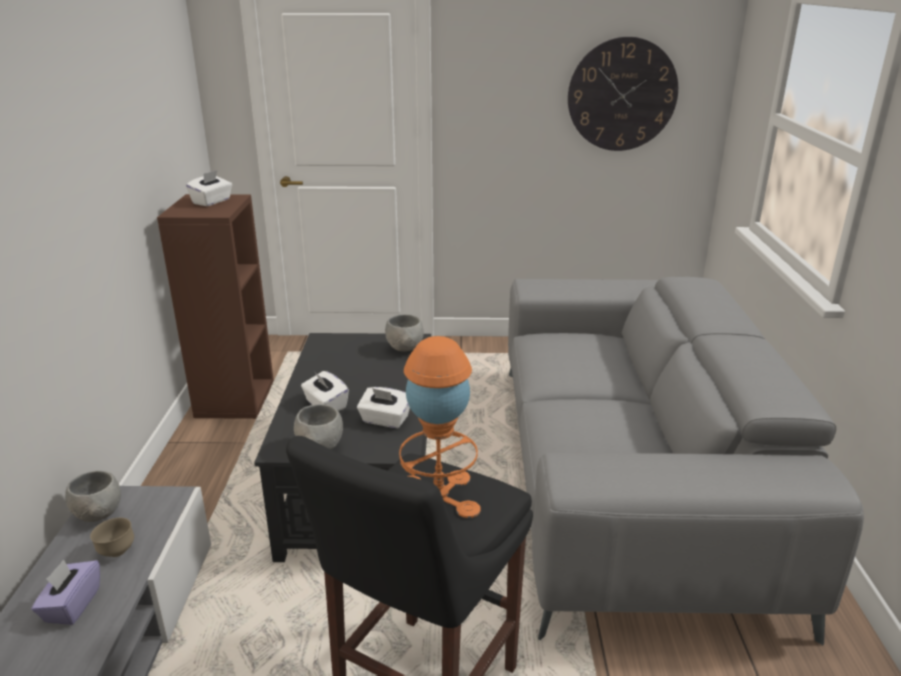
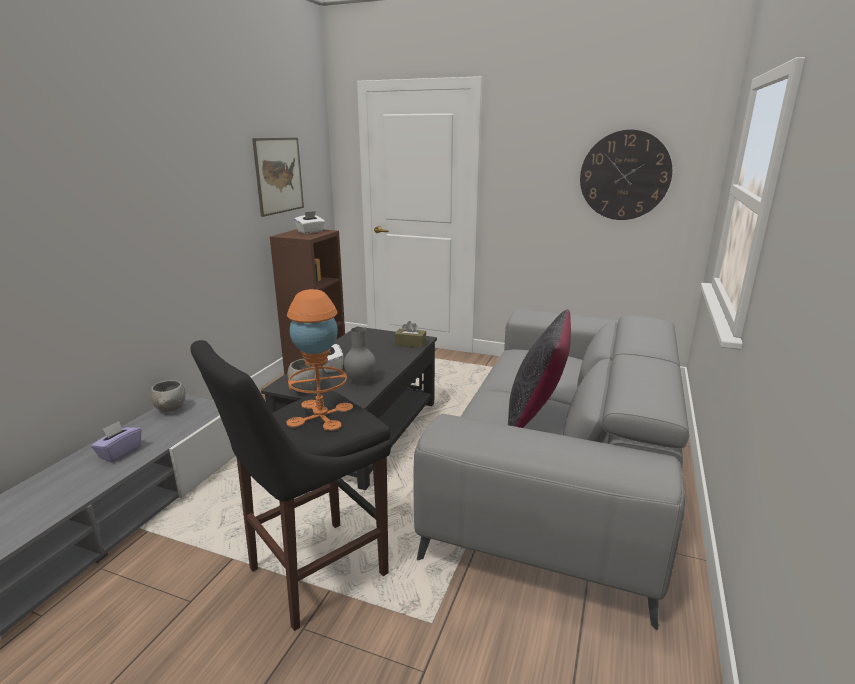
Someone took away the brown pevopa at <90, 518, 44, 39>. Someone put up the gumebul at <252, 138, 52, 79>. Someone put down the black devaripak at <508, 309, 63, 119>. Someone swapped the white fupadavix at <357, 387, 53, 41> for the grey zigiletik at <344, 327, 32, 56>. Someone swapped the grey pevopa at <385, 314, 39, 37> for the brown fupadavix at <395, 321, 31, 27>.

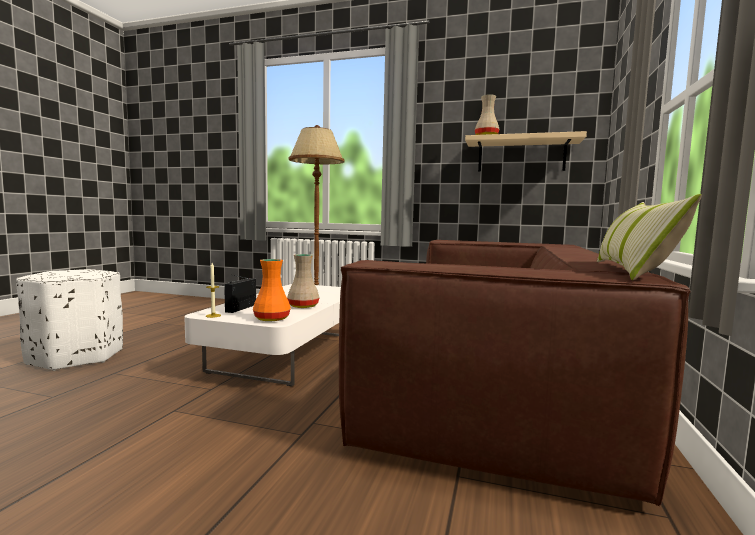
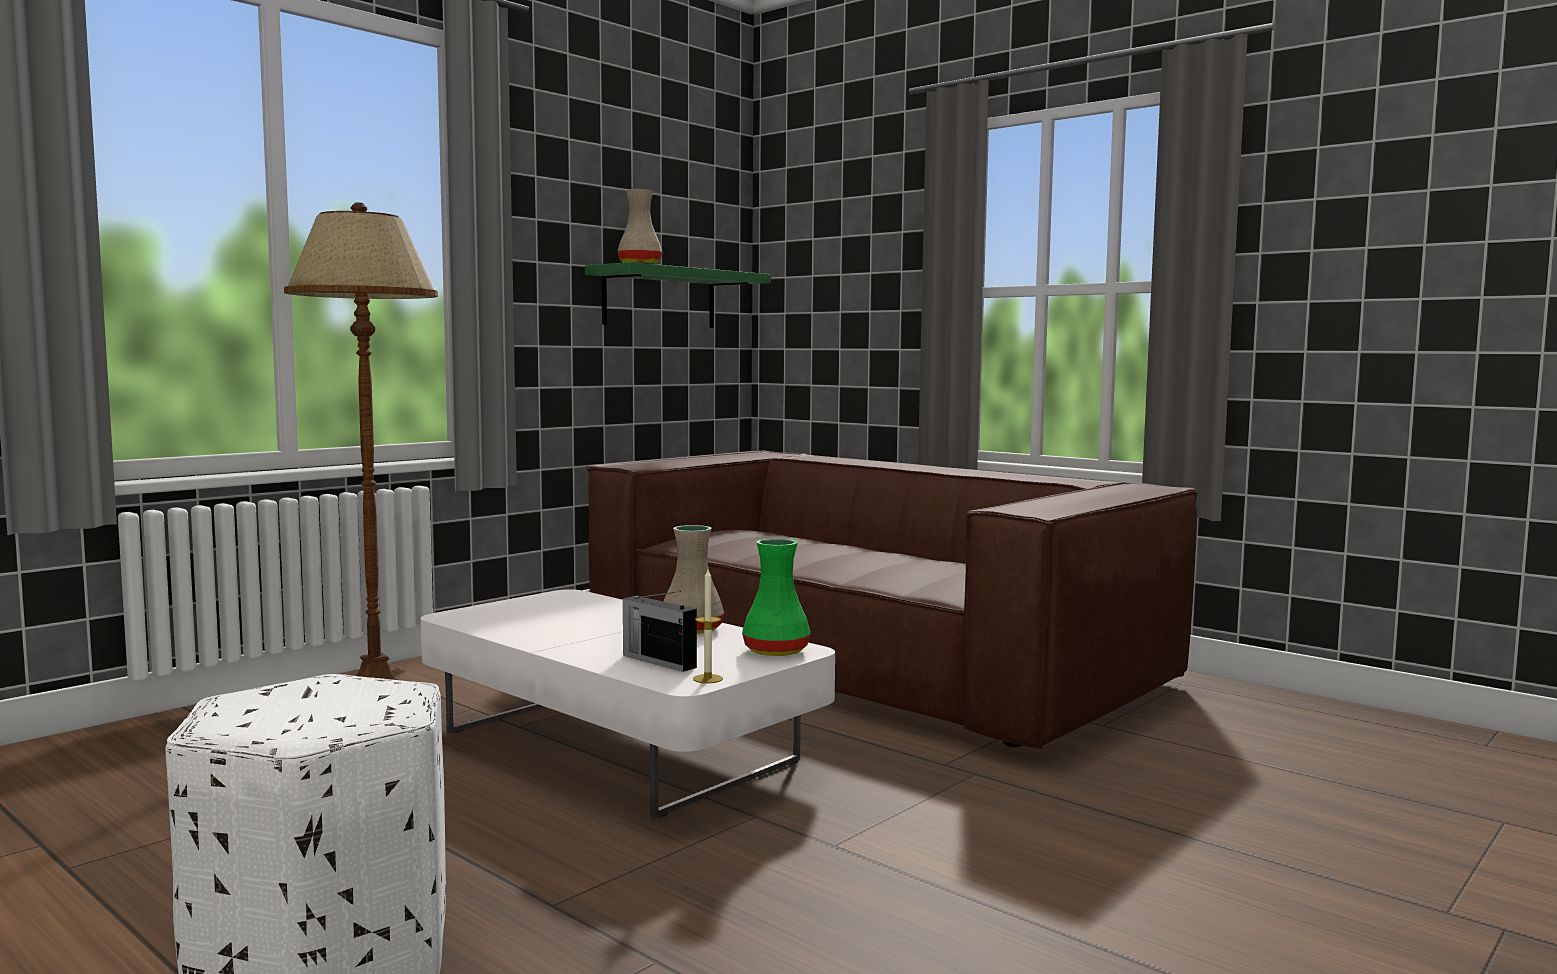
Someone took away the devaripak at <597, 194, 105, 87>. Someone repainted the orange zigiletik at <253, 259, 38, 62>, which became the green zigiletik at <742, 539, 68, 117>. Someone repainted the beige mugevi at <465, 131, 122, 41>, which became the green mugevi at <585, 262, 186, 66>.

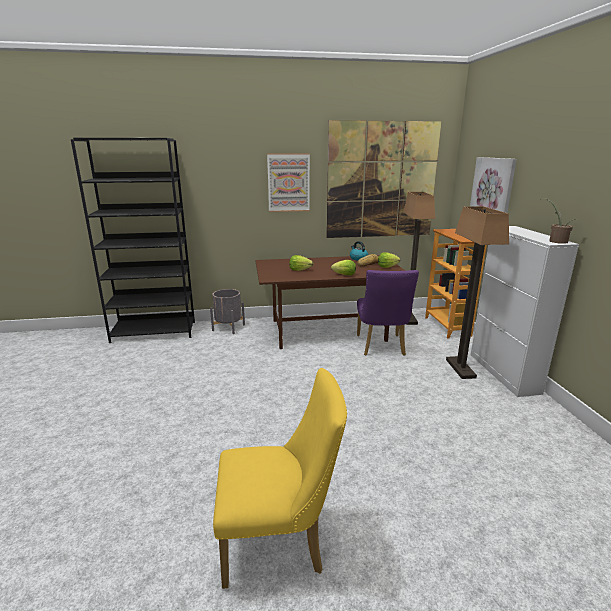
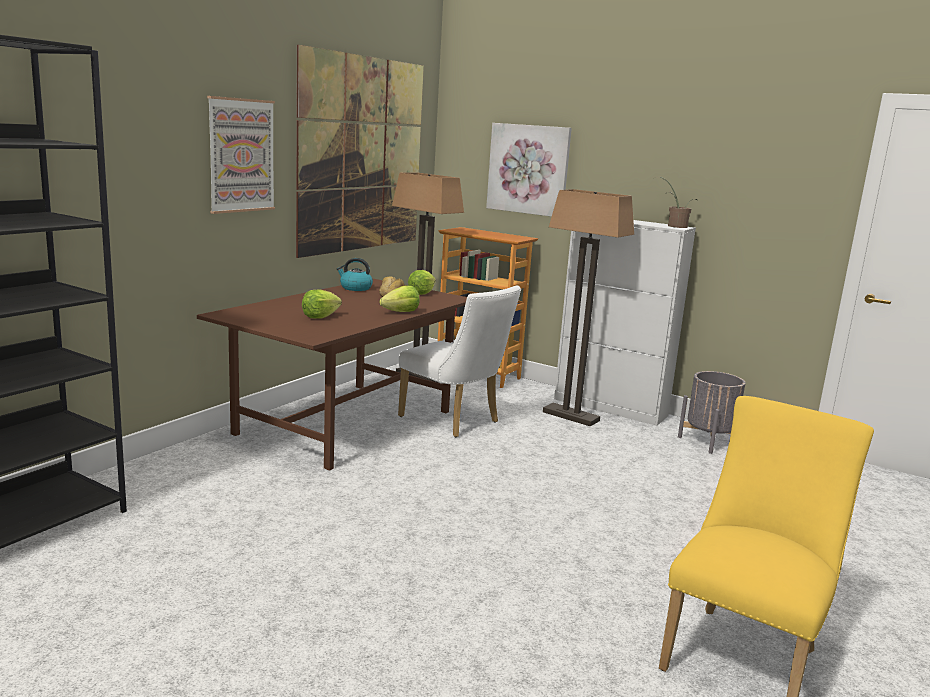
Someone carried the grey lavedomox from <210, 289, 35, 45> to <678, 371, 68, 83>. Someone repainted the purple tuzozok at <357, 270, 62, 86>, which became the white tuzozok at <398, 286, 123, 151>.

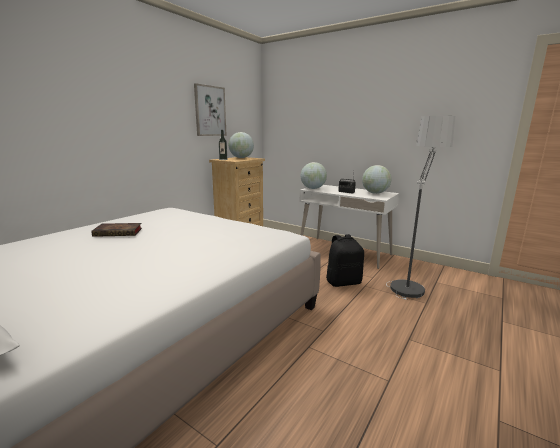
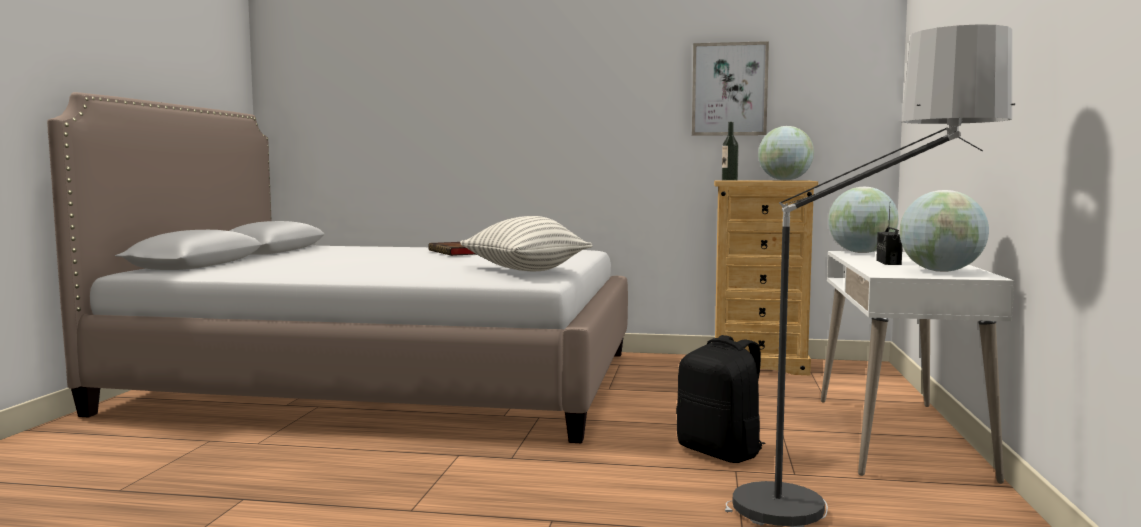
Someone put down the devaripak at <460, 216, 132, 55>.

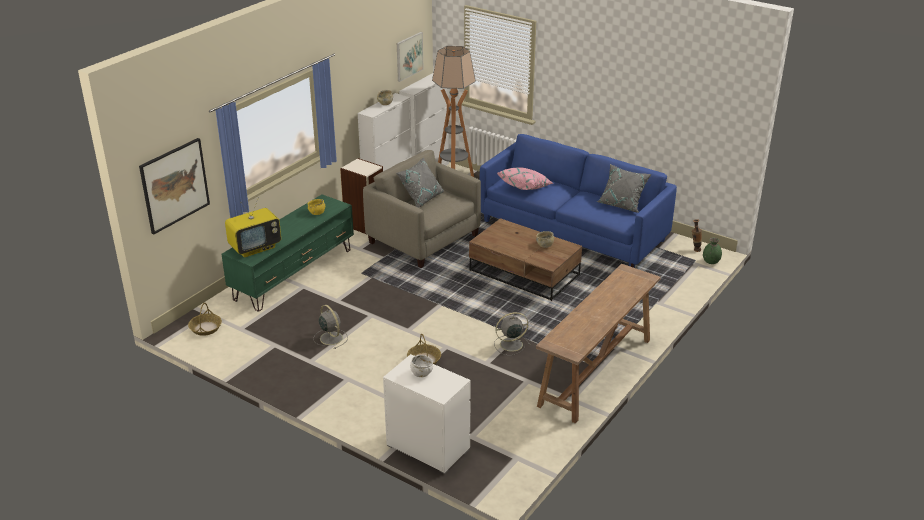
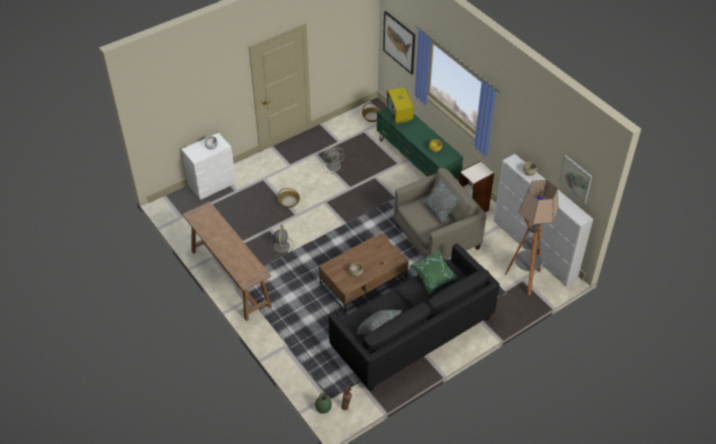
Someone repainted the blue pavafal at <480, 134, 197, 134>, which became the black pavafal at <329, 243, 170, 148>. Someone repainted the pink devaripak at <497, 167, 56, 23>, which became the green devaripak at <410, 250, 49, 44>.

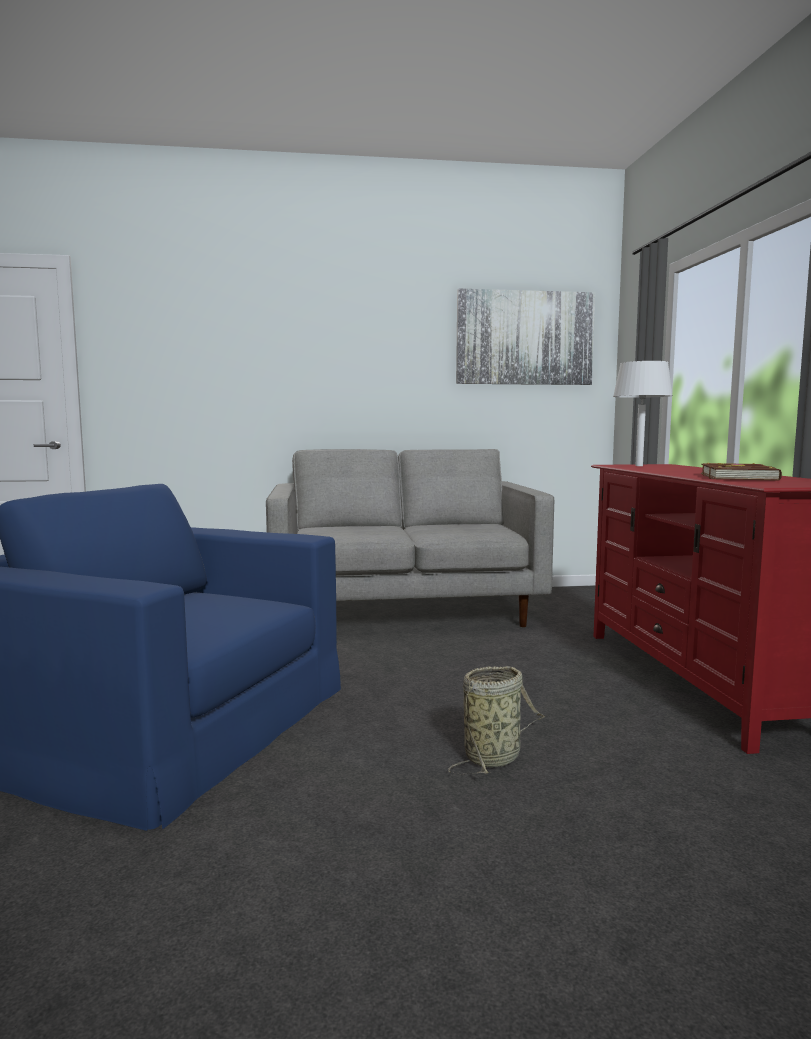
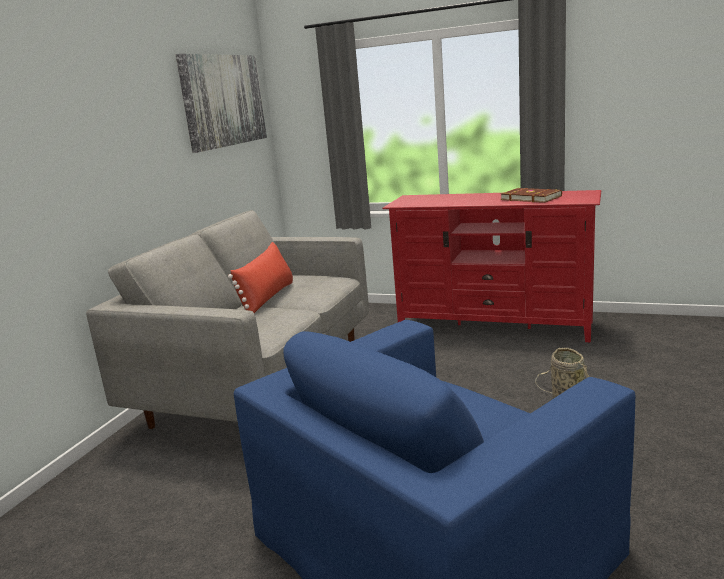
Someone took away the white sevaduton at <613, 361, 60, 105>. Someone put down the red devaripak at <228, 242, 65, 71>.

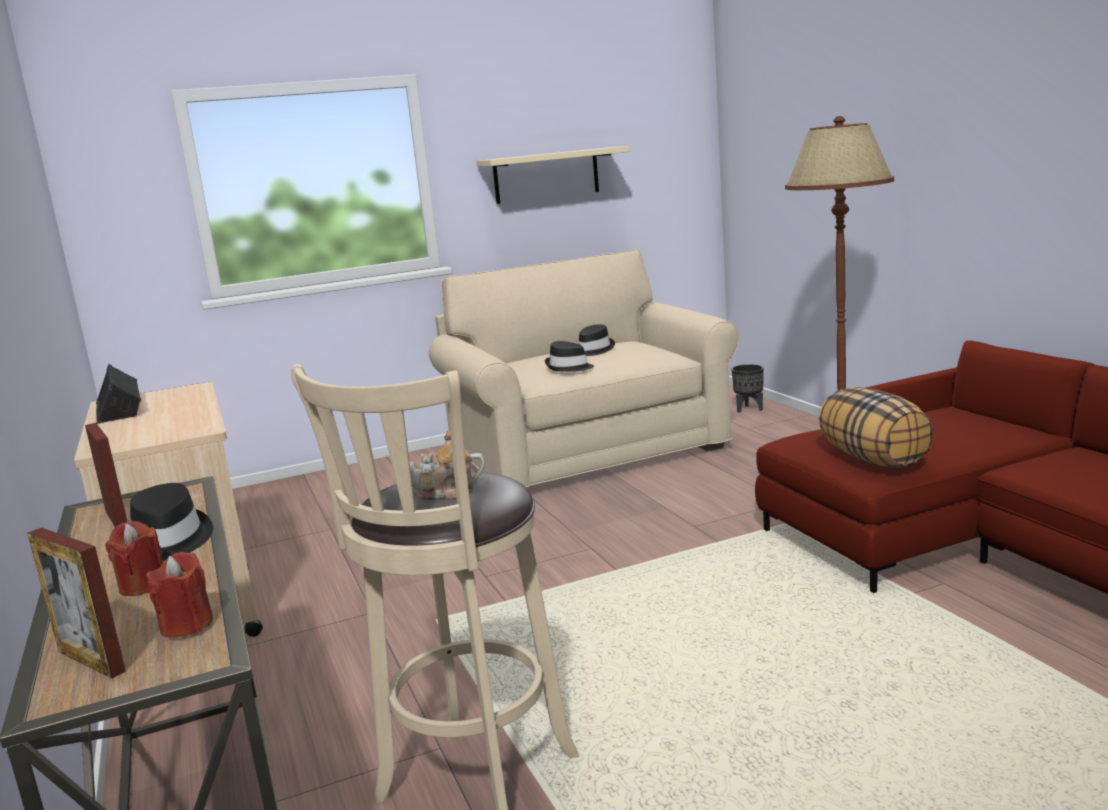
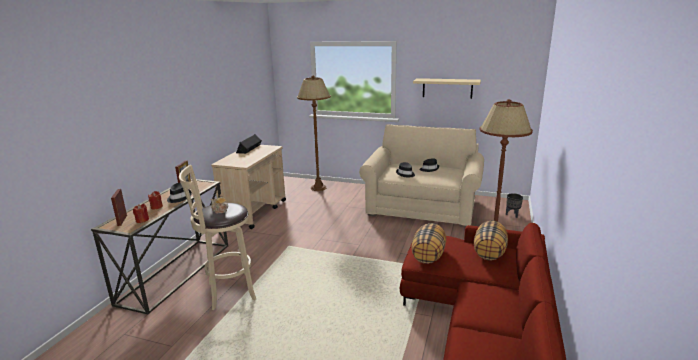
Someone put down the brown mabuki at <297, 76, 34, 115>. Someone put down the devaripak at <474, 221, 34, 39>.

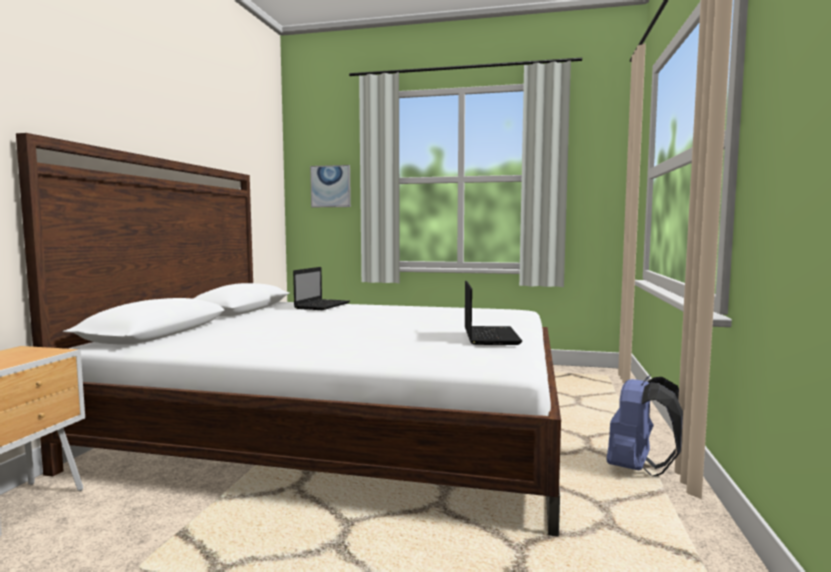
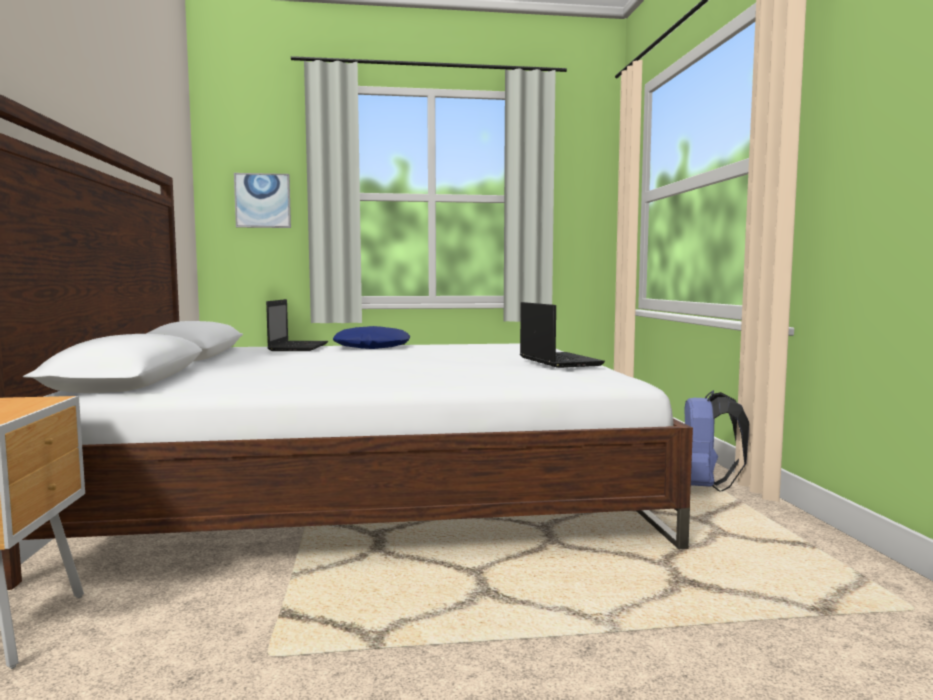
Someone put down the blue devaripak at <333, 326, 78, 23>.

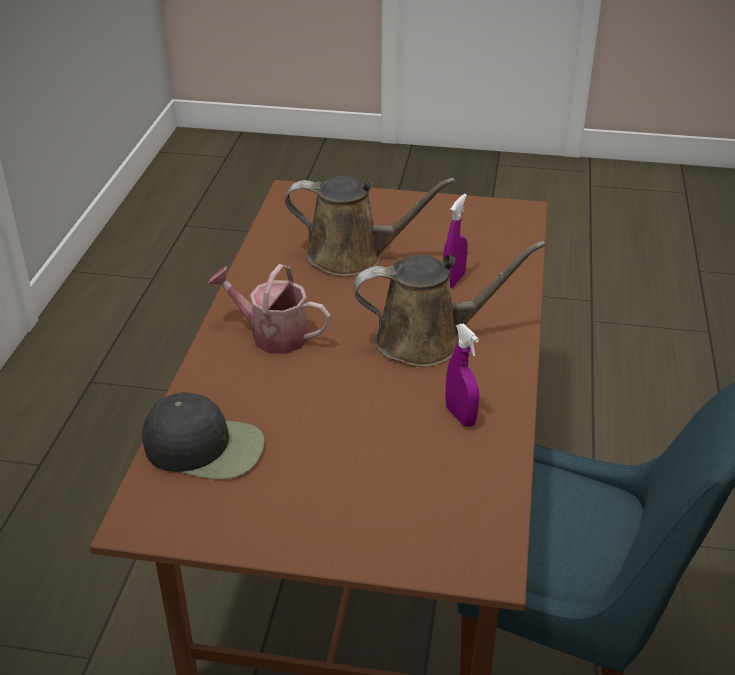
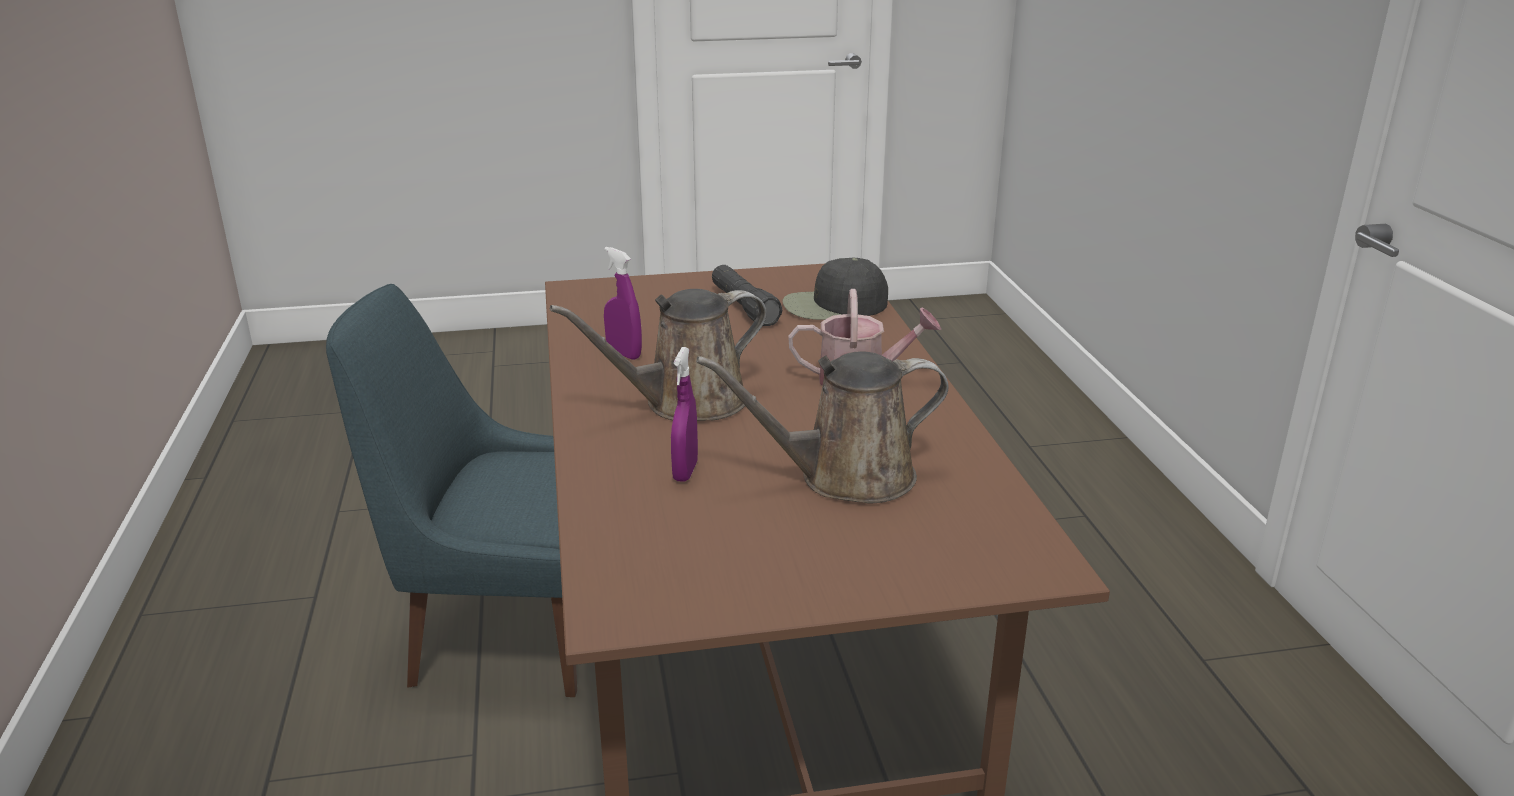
Someone put down the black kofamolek at <712, 265, 71, 61>.

